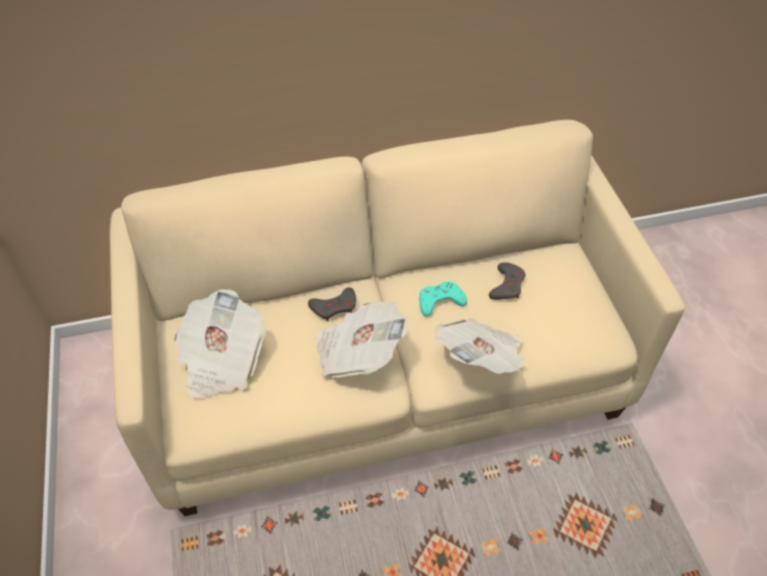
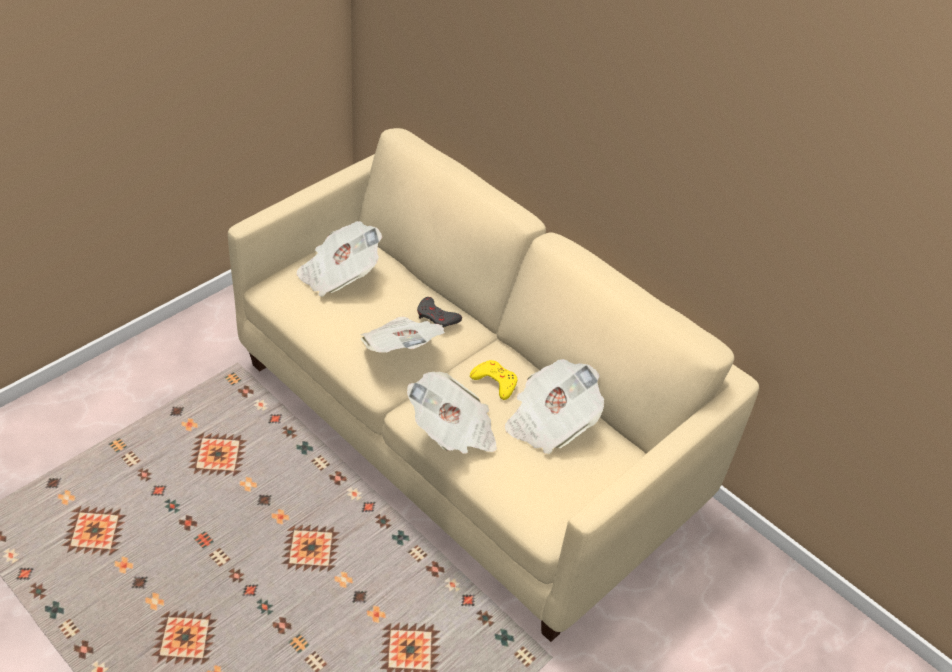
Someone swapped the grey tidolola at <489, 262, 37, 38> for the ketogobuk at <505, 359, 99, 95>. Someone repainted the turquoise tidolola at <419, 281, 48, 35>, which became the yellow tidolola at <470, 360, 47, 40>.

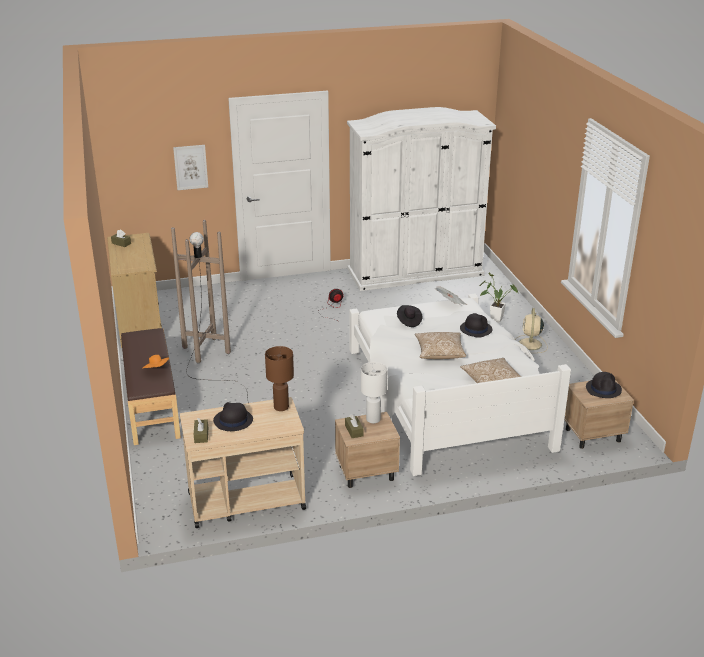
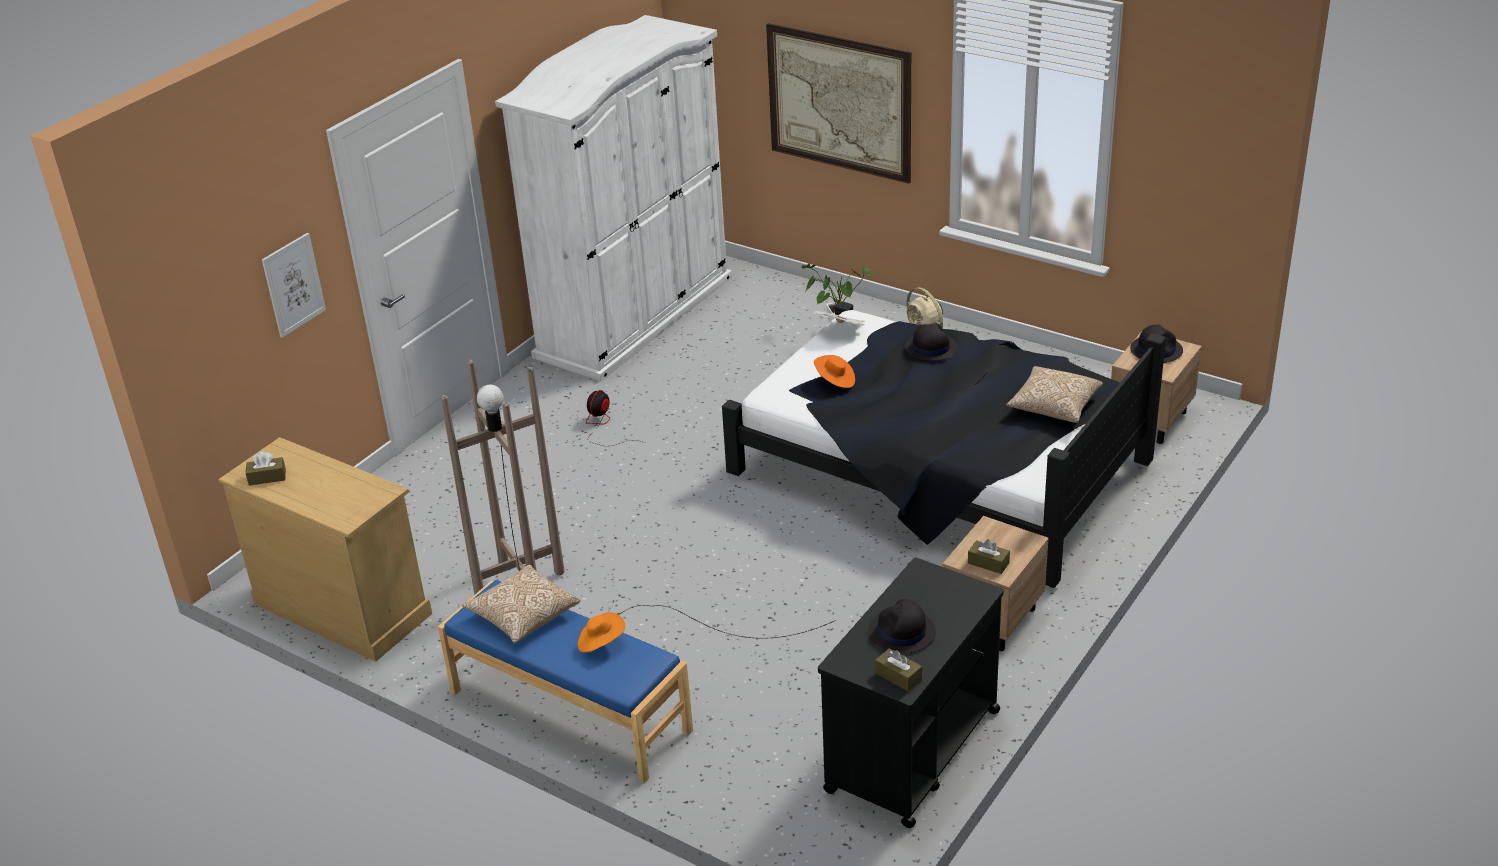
Someone took away the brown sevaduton at <265, 346, 29, 65>. Someone took away the white sevaduton at <361, 362, 26, 61>. Someone put up the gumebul at <766, 23, 145, 161>. Someone carried the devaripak from <415, 332, 51, 27> to <462, 565, 118, 79>. Someone repainted the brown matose at <121, 328, 60, 117>, which became the blue matose at <438, 580, 255, 204>. Someone repainted the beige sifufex at <180, 397, 126, 131>, which became the black sifufex at <818, 558, 186, 270>. Someone repainted the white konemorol at <349, 293, 222, 183>, which became the black konemorol at <722, 301, 444, 287>. Someone repainted the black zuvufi at <397, 305, 25, 22>, which became the orange zuvufi at <814, 355, 41, 33>.

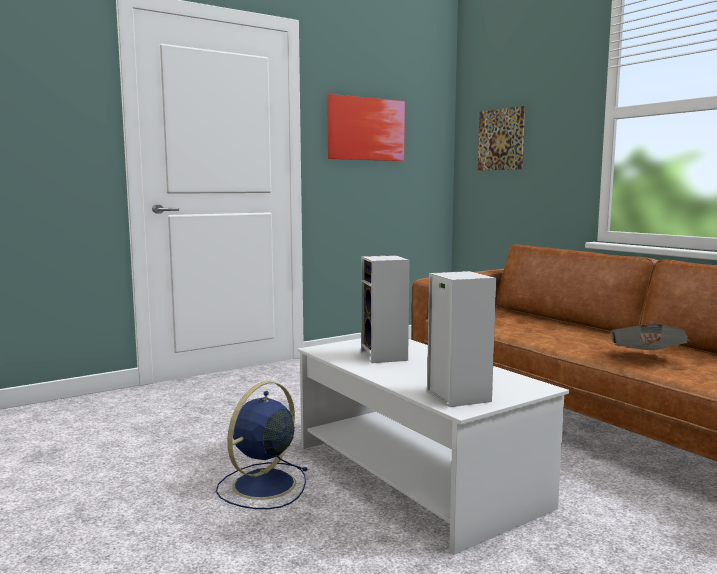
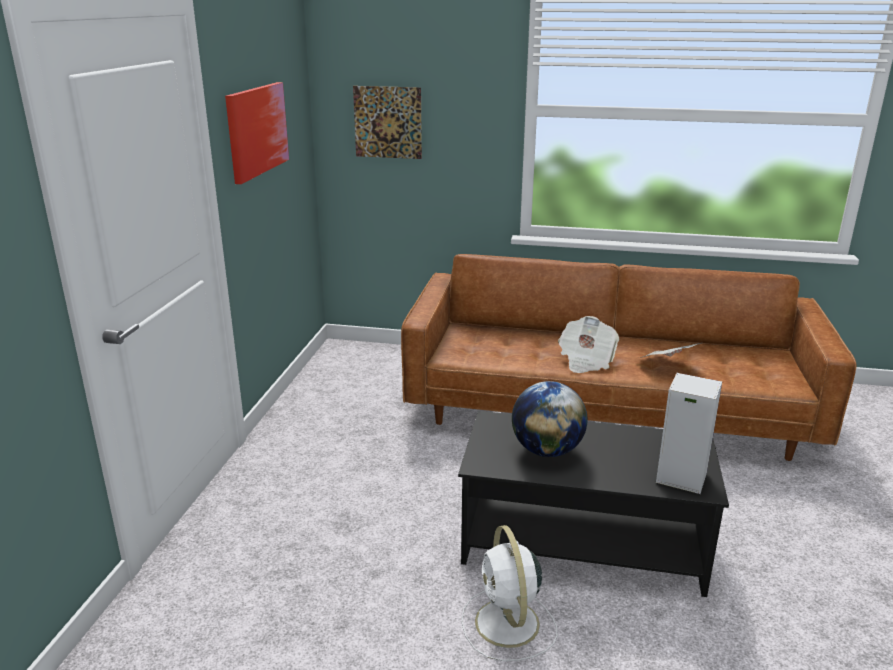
Someone put down the ketogobuk at <558, 316, 61, 57>. Someone swapped the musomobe at <361, 255, 48, 108> for the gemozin at <512, 381, 75, 76>. Someone repainted the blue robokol at <216, 381, 93, 128>, which became the white robokol at <462, 525, 95, 136>. Someone repainted the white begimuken at <297, 338, 272, 217>, which became the black begimuken at <458, 411, 271, 186>.

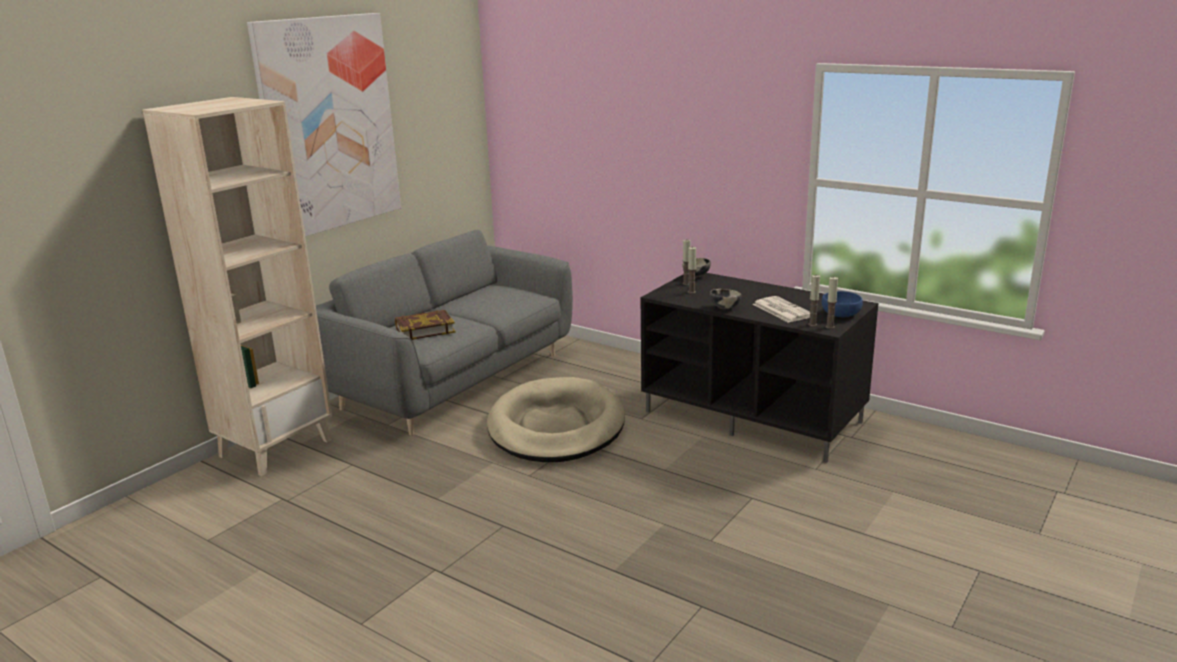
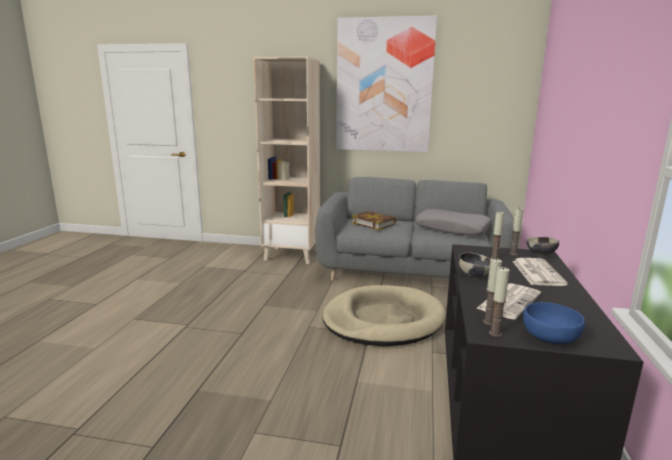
Someone put down the grey devaripak at <415, 209, 76, 26>. Someone put down the ketogobuk at <512, 258, 56, 28>.

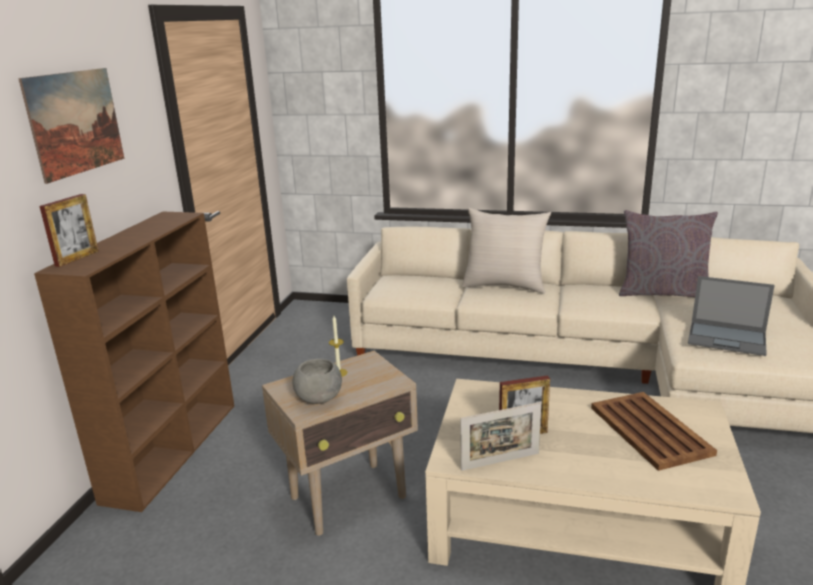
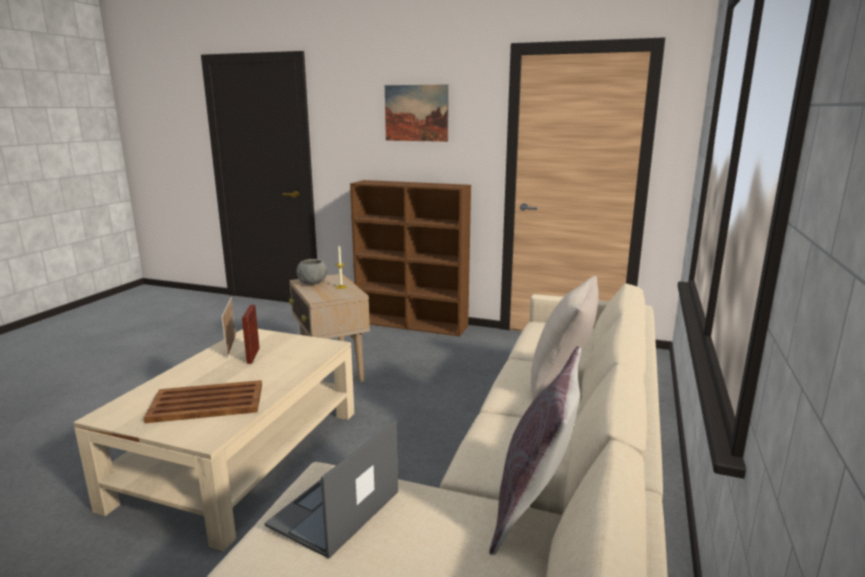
Someone took away the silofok at <39, 194, 60, 73>.

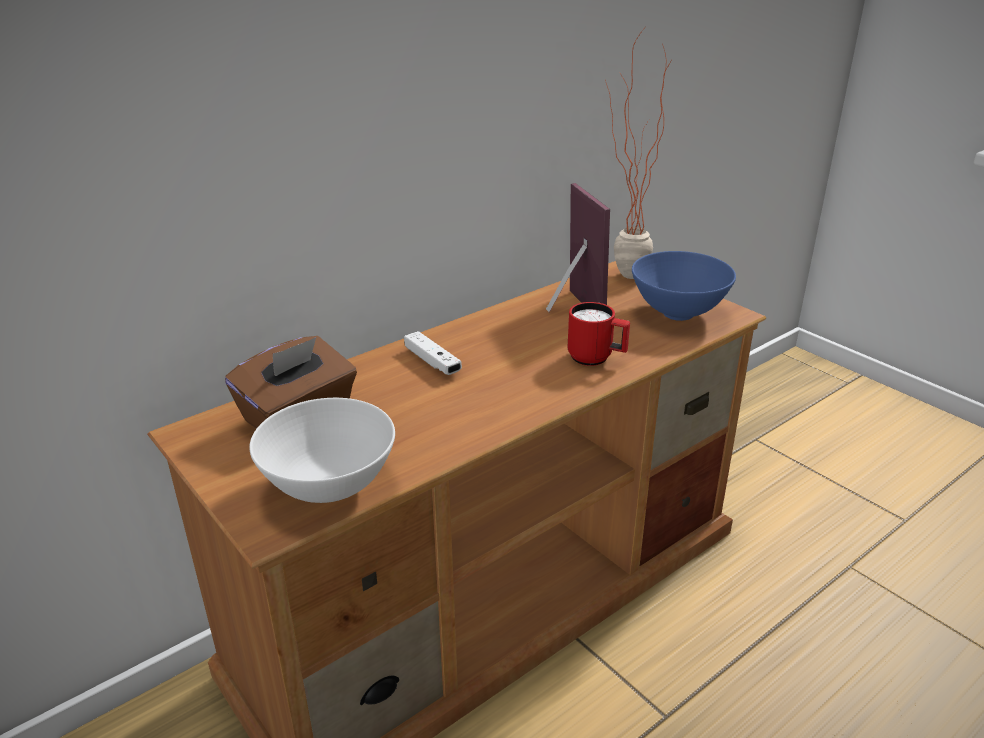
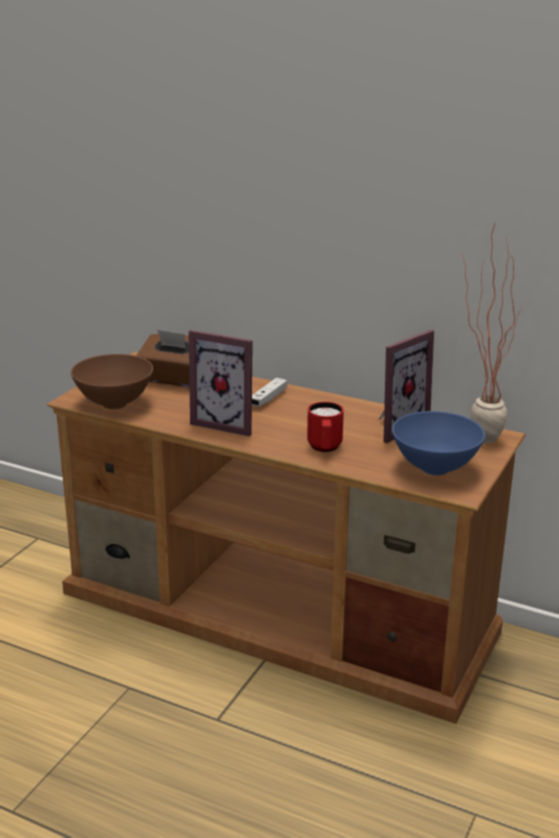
Someone put down the silofok at <189, 330, 64, 107>. Someone repainted the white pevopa at <249, 398, 146, 105>, which became the brown pevopa at <71, 354, 82, 55>.

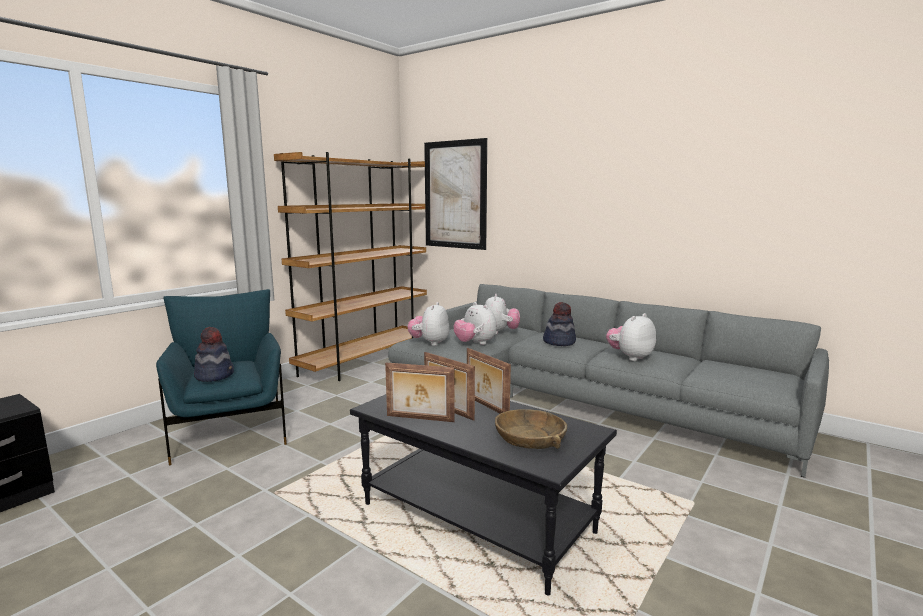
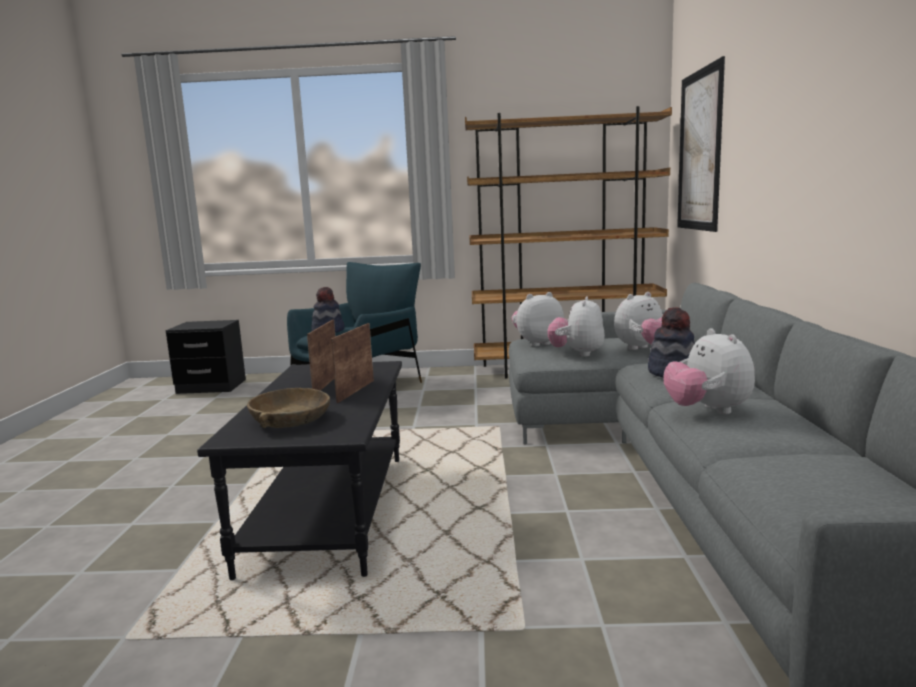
Someone took away the silofok at <385, 363, 70, 59>. Someone rotated the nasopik at <606, 313, 50, 48> by 120 degrees counterclockwise.

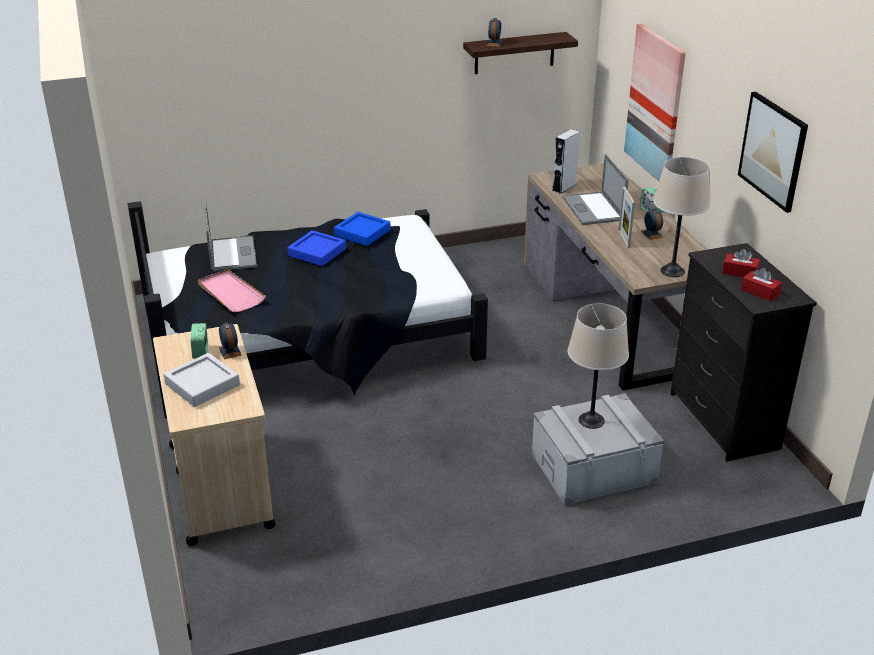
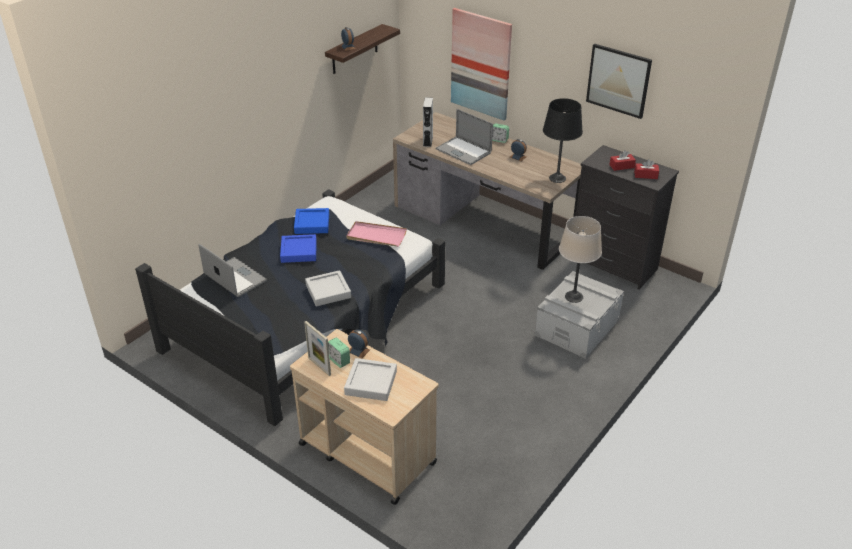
Someone put down the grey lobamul at <305, 270, 46, 37>. Someone carried the pink lobamul from <198, 269, 68, 43> to <346, 221, 61, 26>. Someone carried the silofok from <618, 187, 17, 61> to <304, 321, 27, 55>. Someone repainted the beige sevaduton at <654, 157, 57, 120>, which became the black sevaduton at <543, 98, 40, 85>.

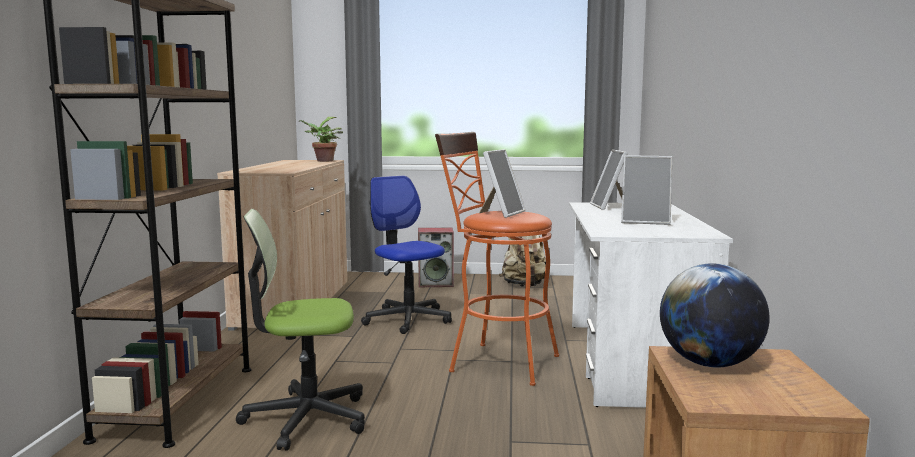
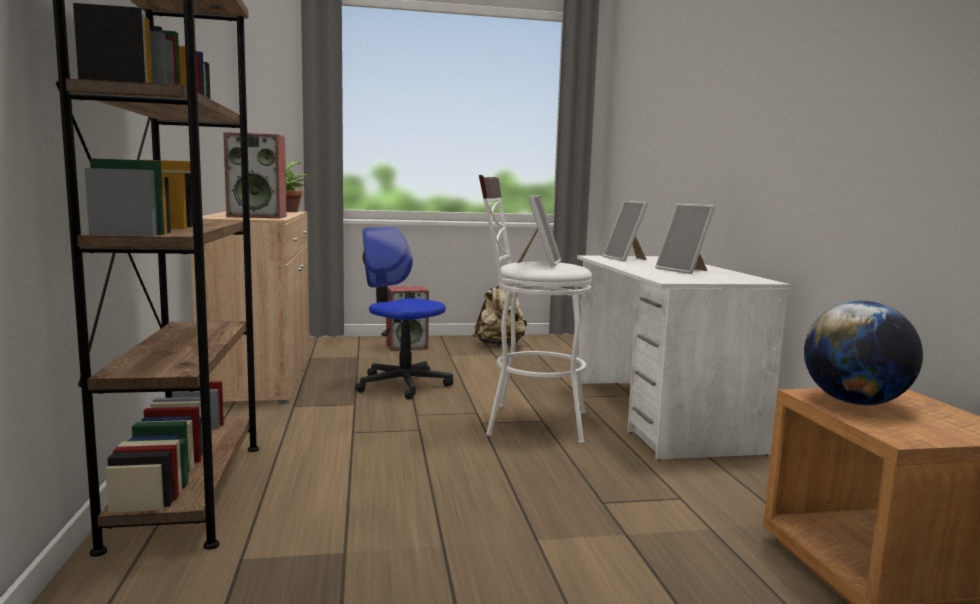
Someone took away the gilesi at <236, 209, 129, 242>. Someone put down the musomobe at <223, 132, 64, 86>. Someone repainted the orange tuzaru at <435, 132, 124, 254>, which became the white tuzaru at <479, 175, 113, 269>. Someone rotated the silofok at <621, 155, 51, 70> by 60 degrees clockwise.

